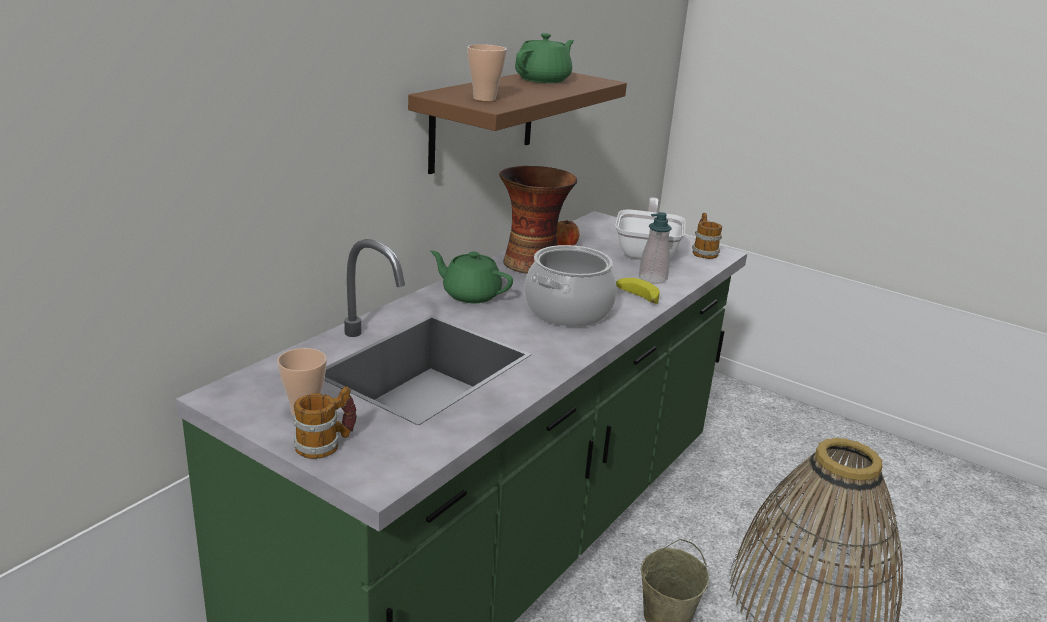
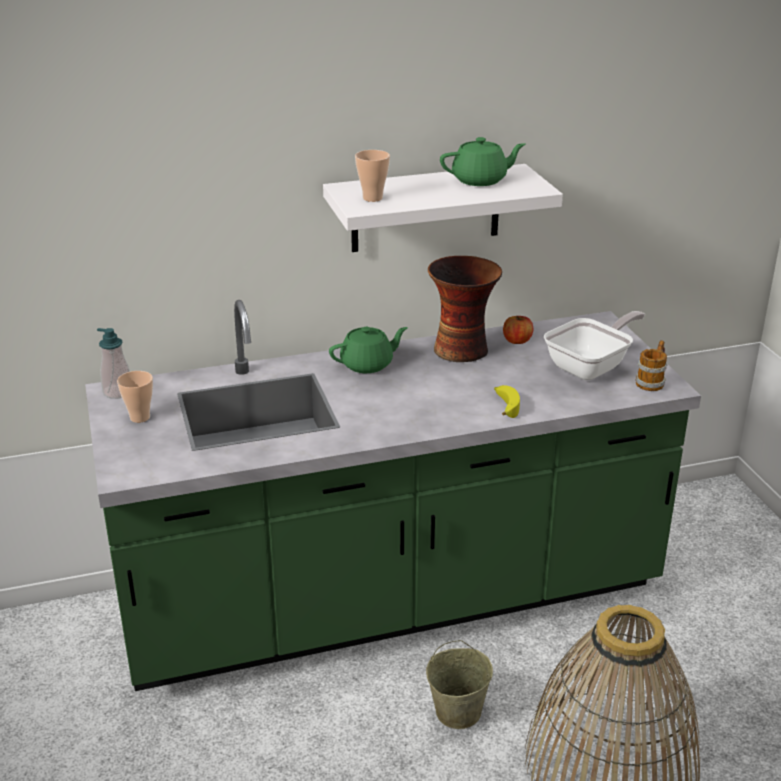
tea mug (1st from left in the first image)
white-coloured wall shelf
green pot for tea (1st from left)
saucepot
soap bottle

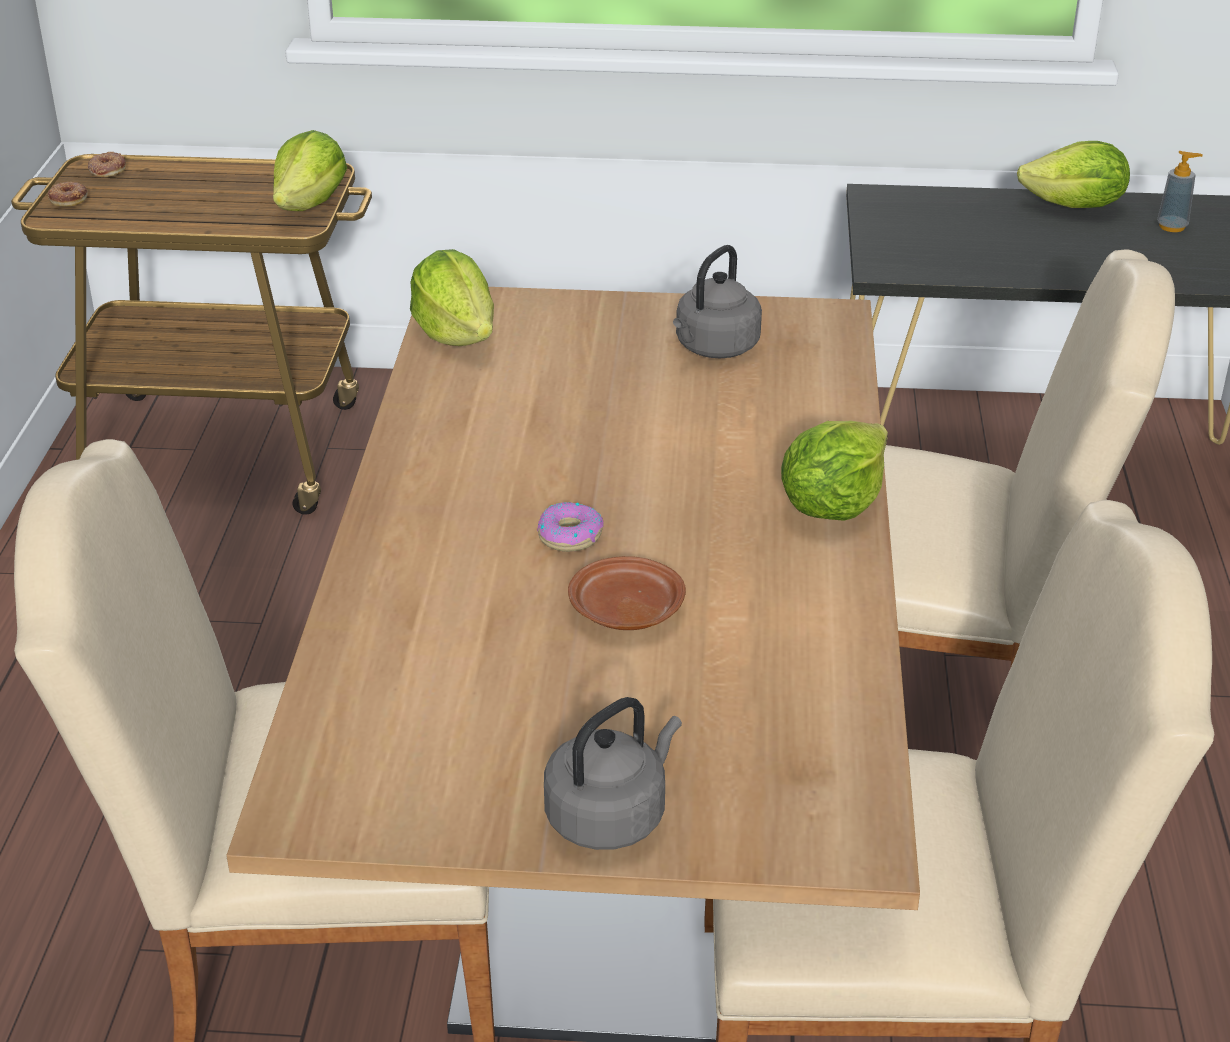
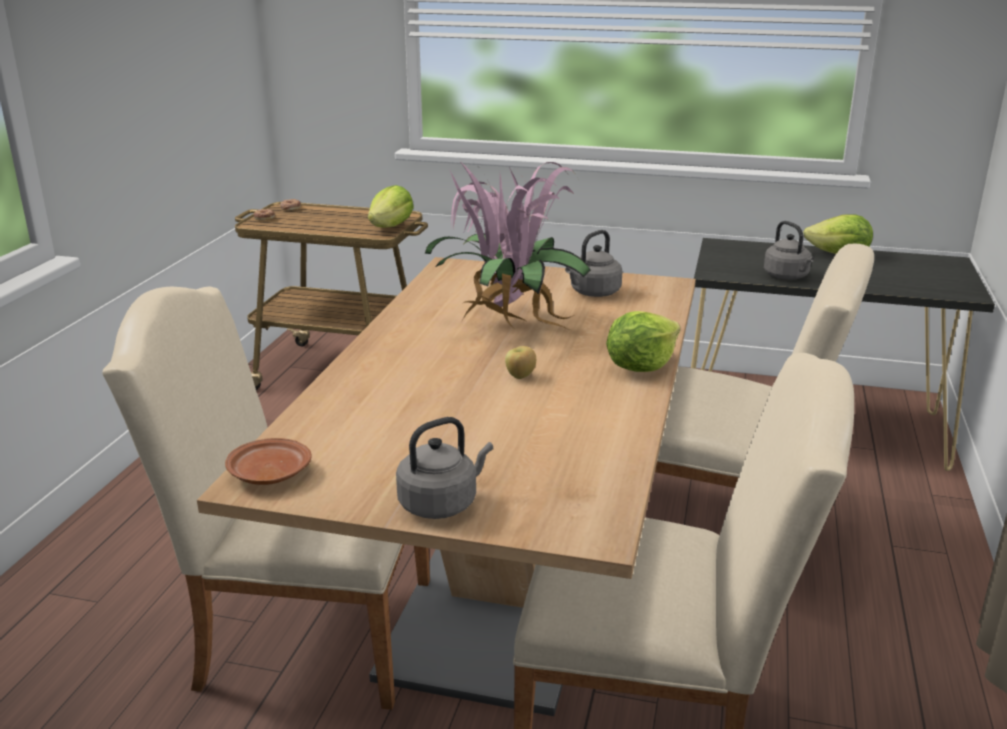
head of lettuce (2nd from left in the first image)
donut (3rd from left in the first image)
brownish dinner plate
soap bottle
potted plant
whole apple
greyish tea kettle (3rd from left)

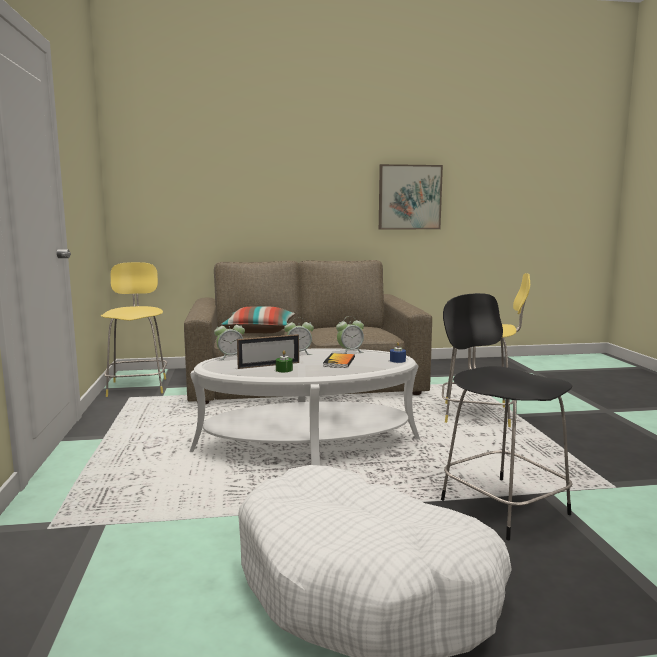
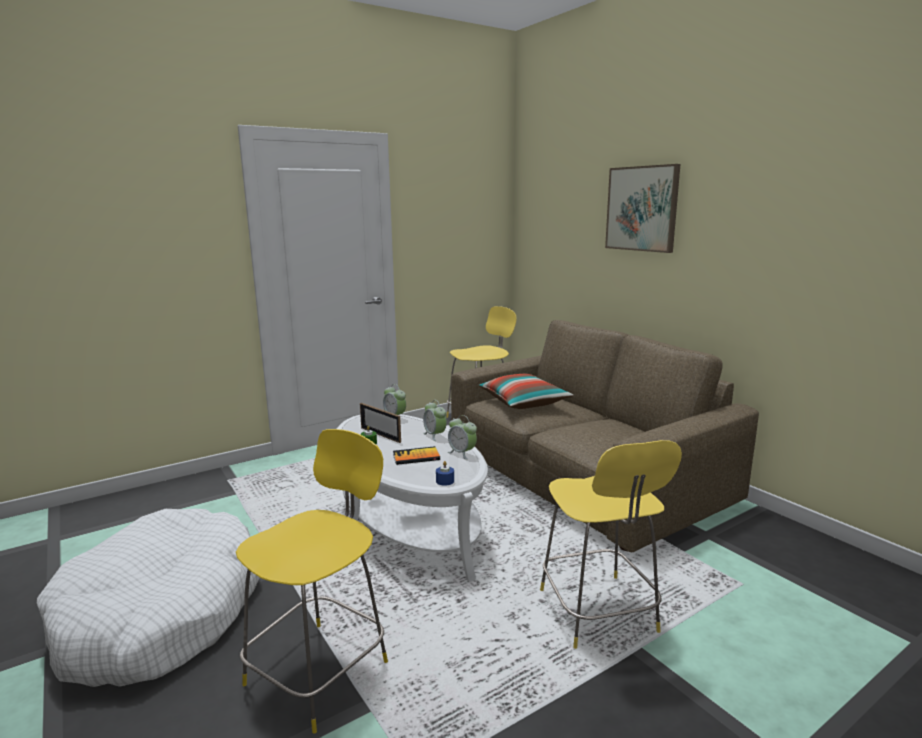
wall picture
yellow stool seat (1st from left)

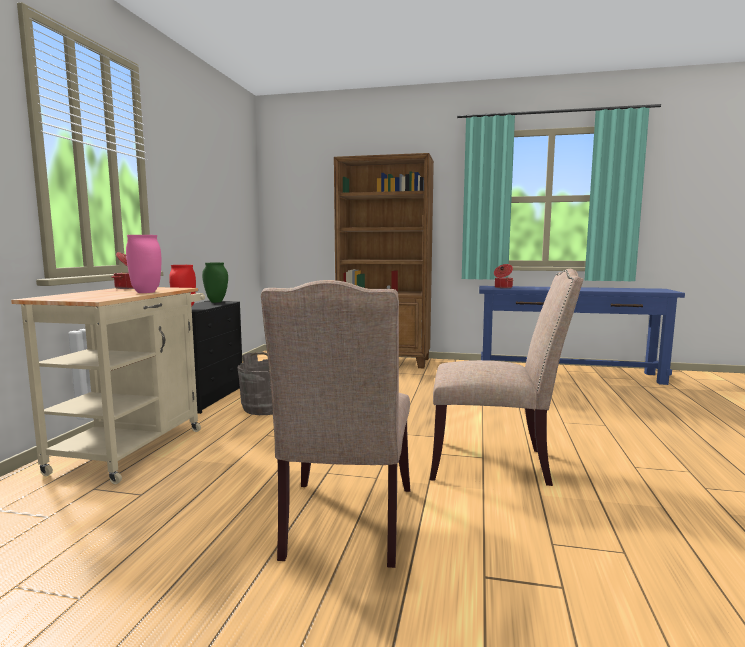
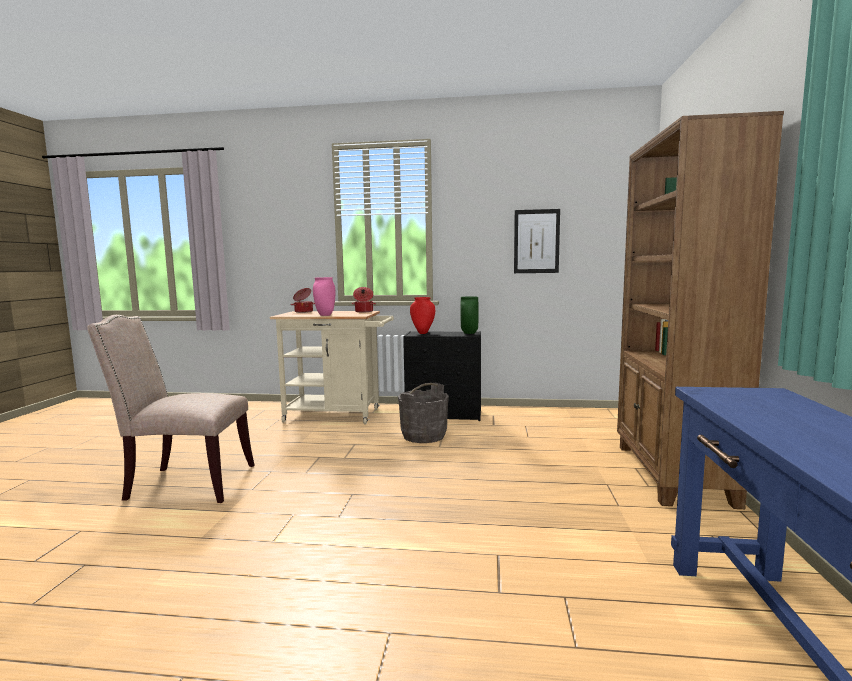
beige upright chair (2nd from left in the first image)
saucepot (1st from left)
wall picture

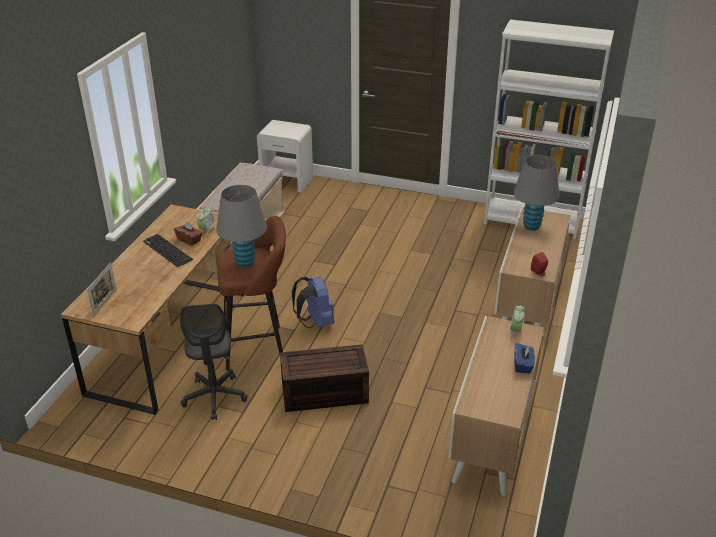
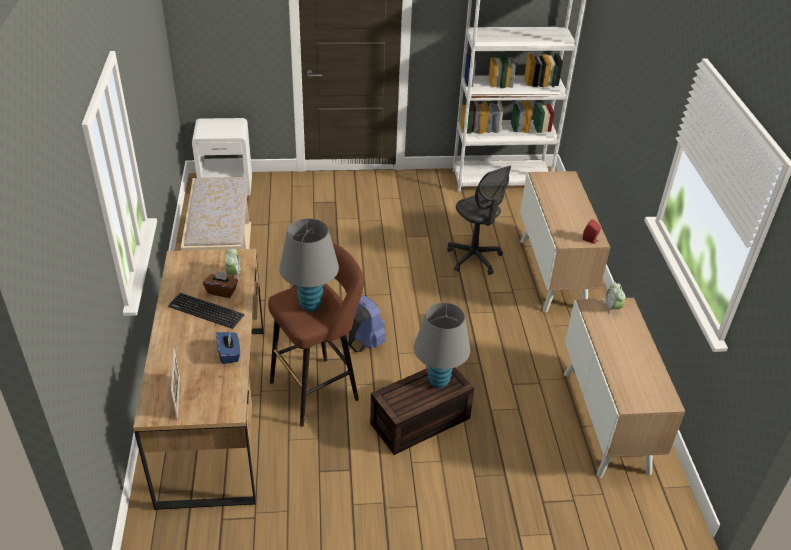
greyish office chair
greyish tabletop lamp (2nd from left)
blue-coloured tissue holder

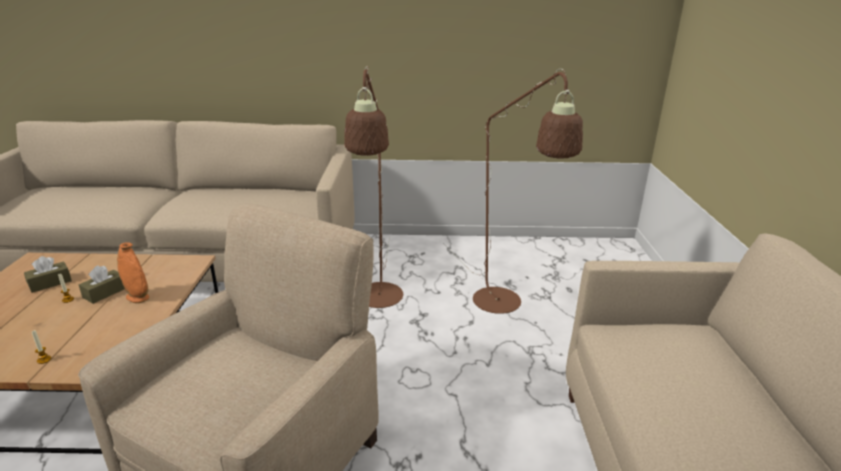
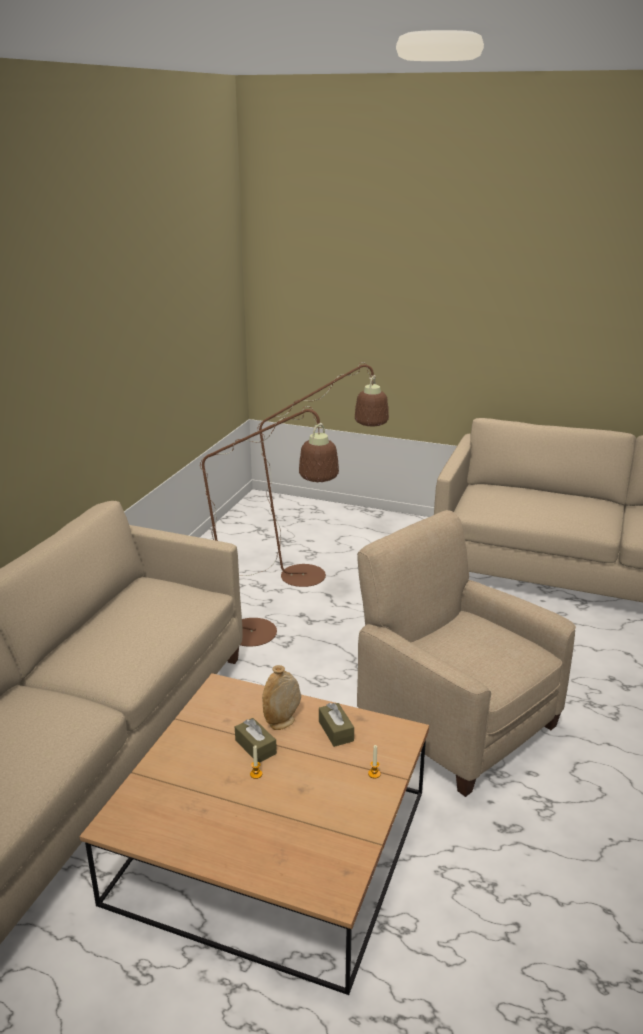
brownish tissue holder (2nd from left)
beige decorative vase

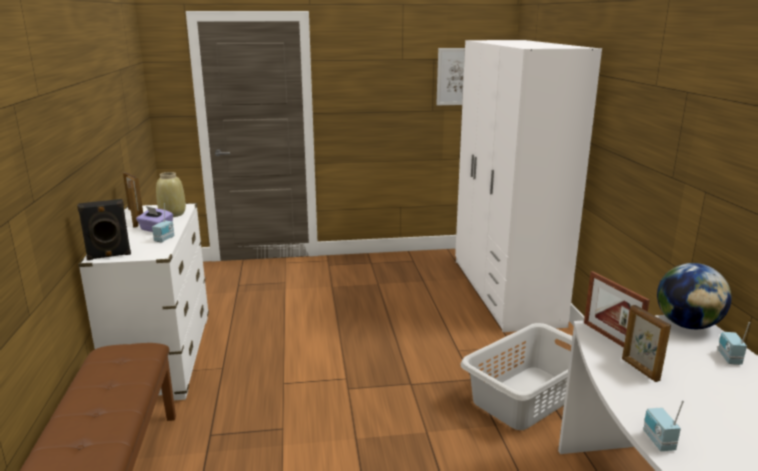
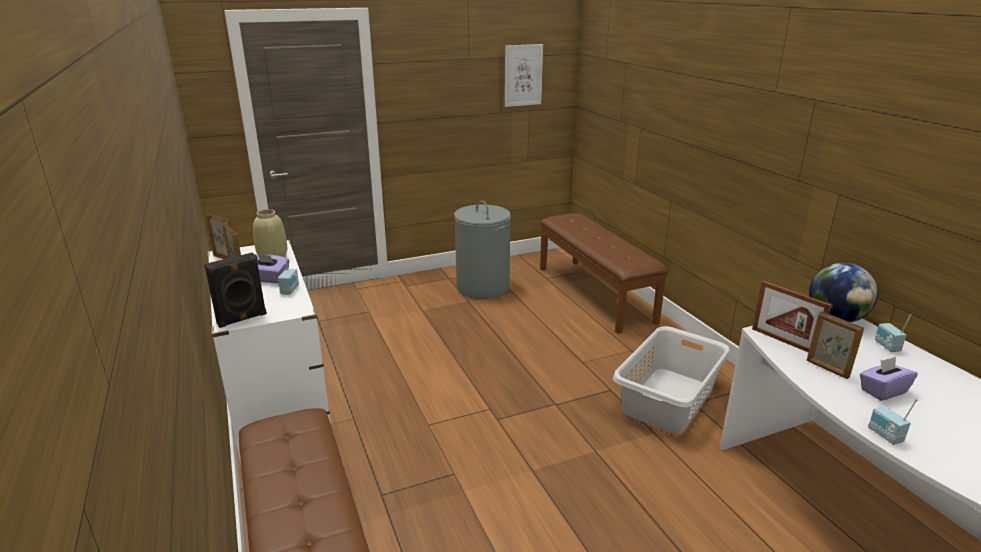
brownish indoor bench (2nd from left)
greyish laundry basket (1st from left)
purple-coloured tissue holder (2nd from left)

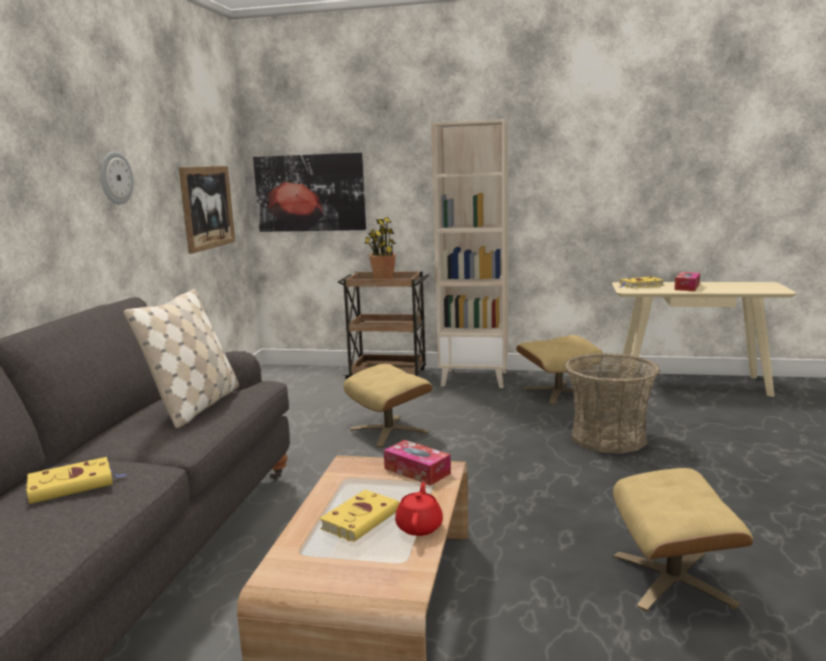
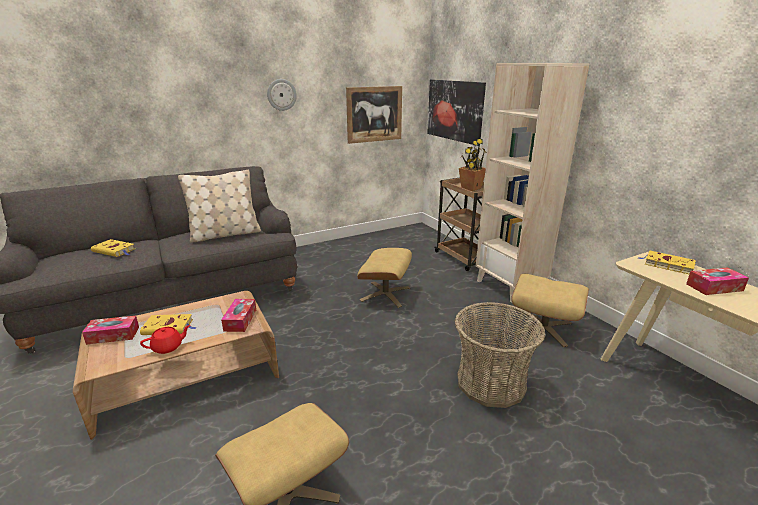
tissue holder (1st from left)

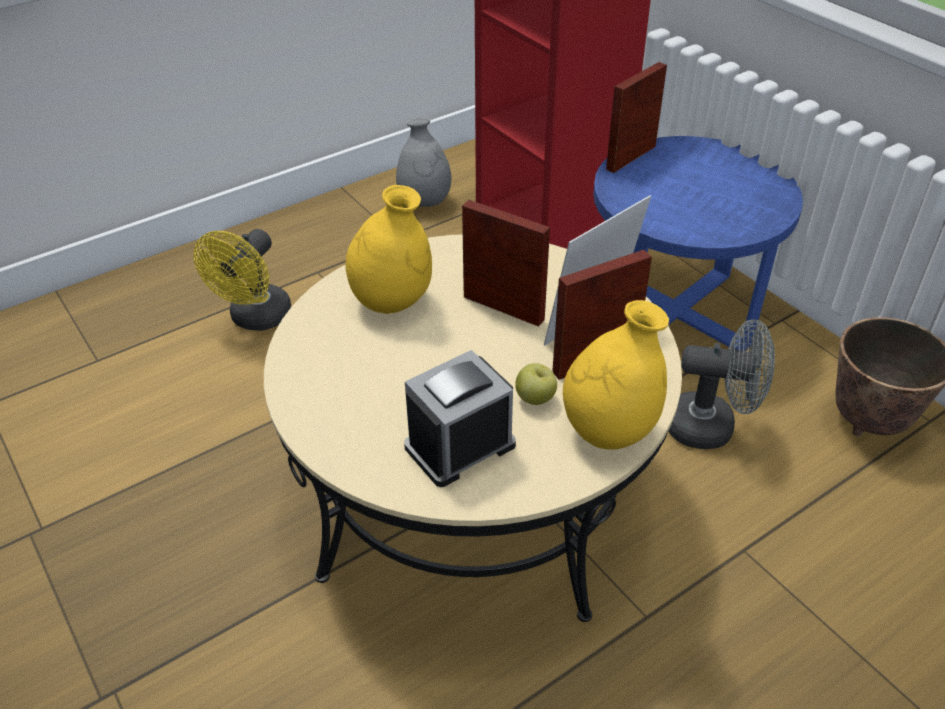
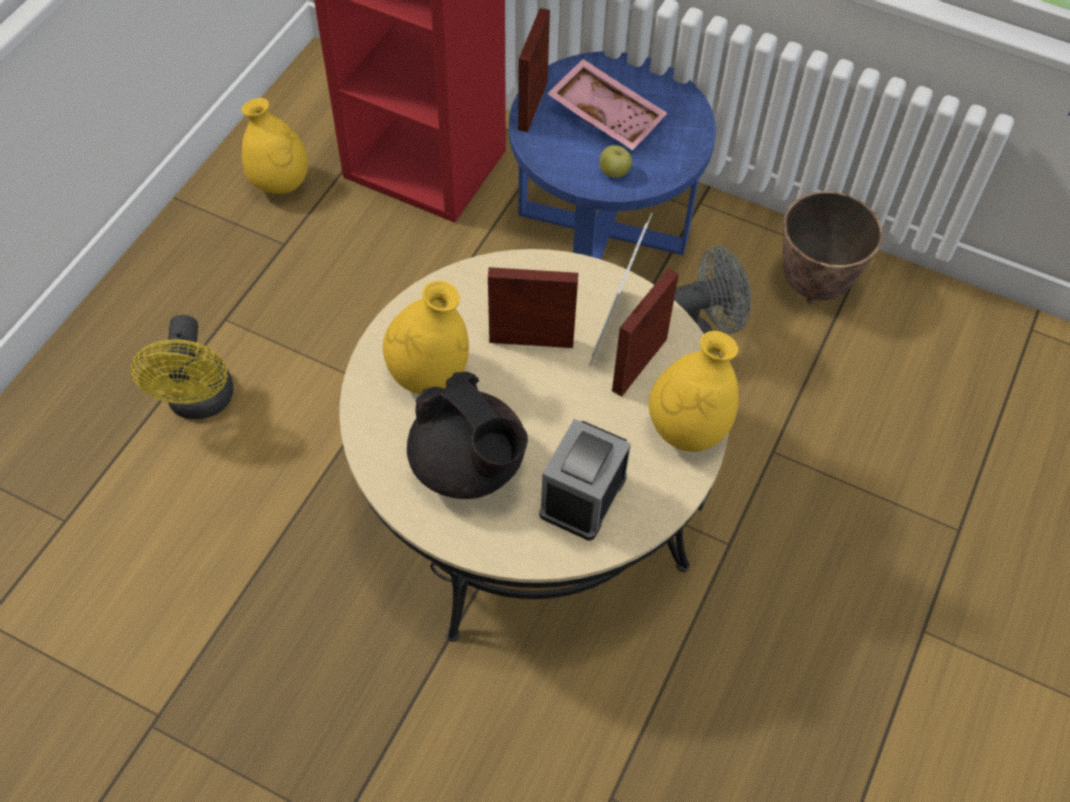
yellow decorative vase (1st from left)
whole apple
black pot for tea
pink serving tray

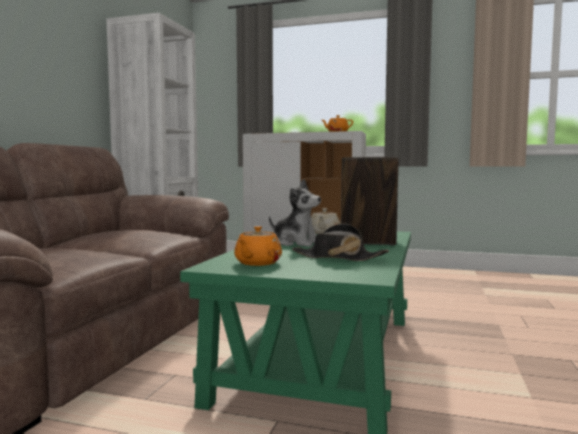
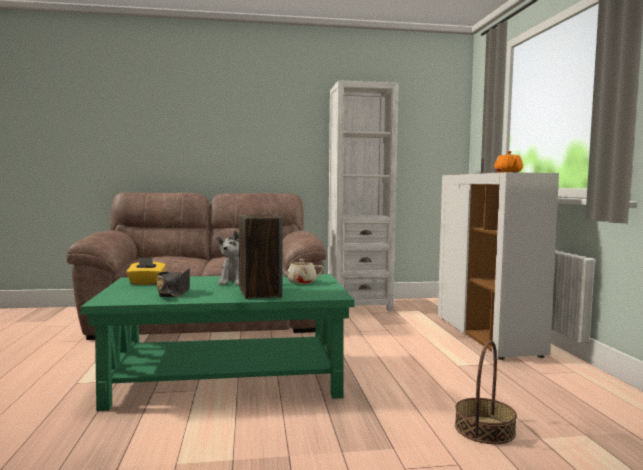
yellow tissue holder
basket

